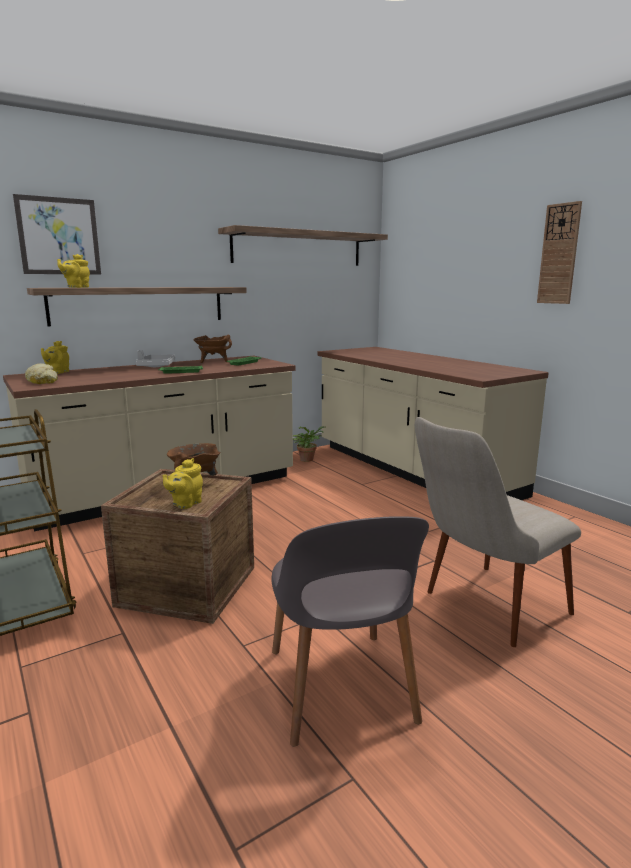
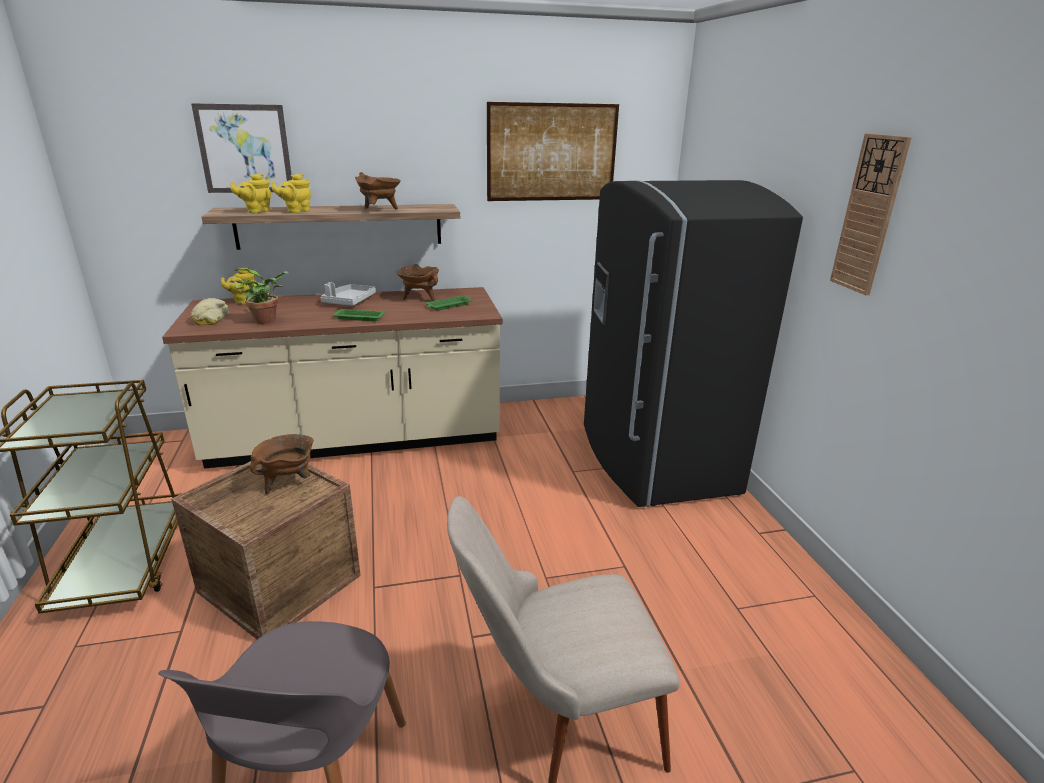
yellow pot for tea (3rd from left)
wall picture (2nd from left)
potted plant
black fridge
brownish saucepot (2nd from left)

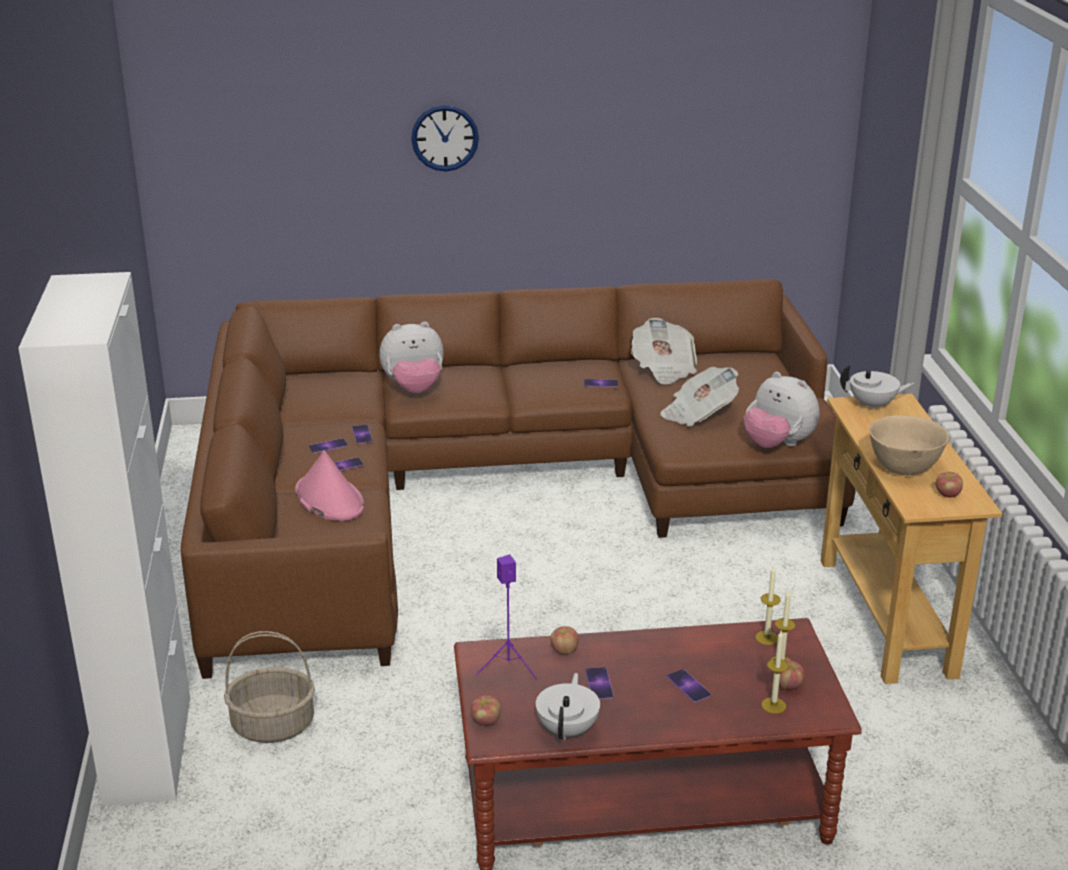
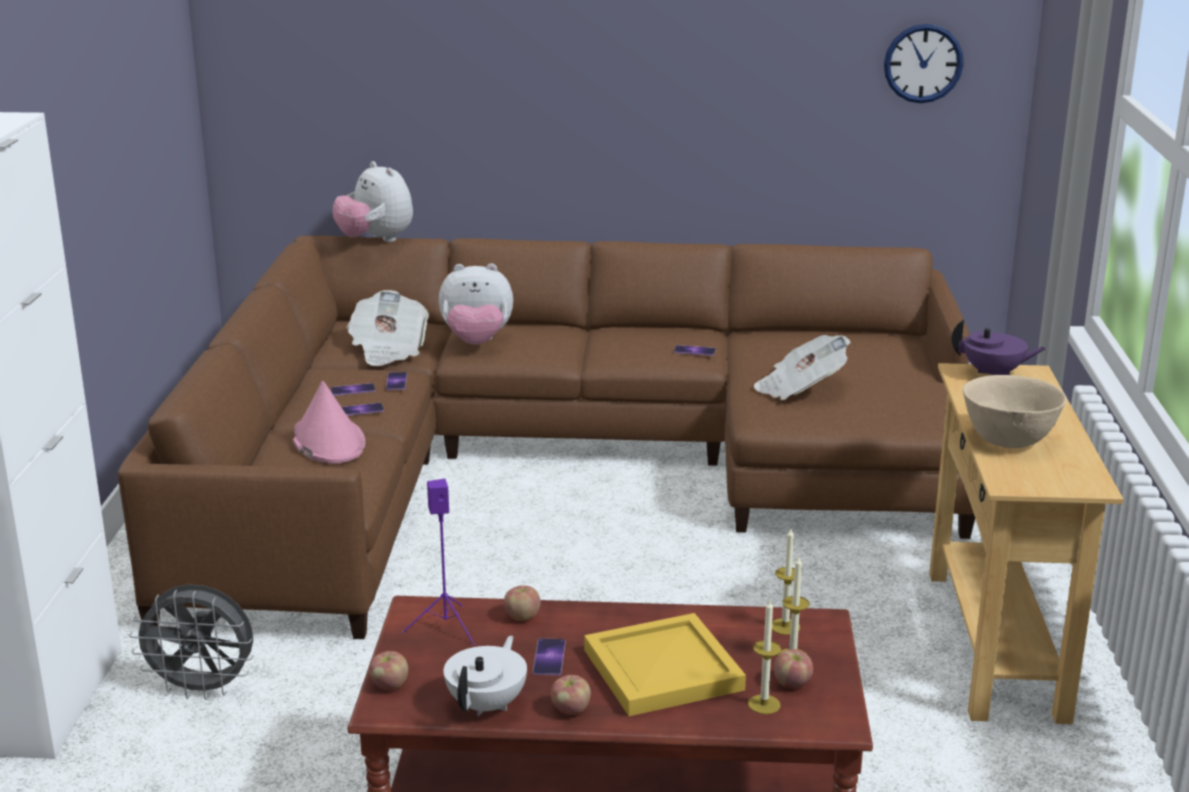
greyish electric fan
wall clock
daily paper (1st from left)
yellow serving tray
soft toy (1st from left)
purple-coloured pot for tea
whole apple (3rd from left)

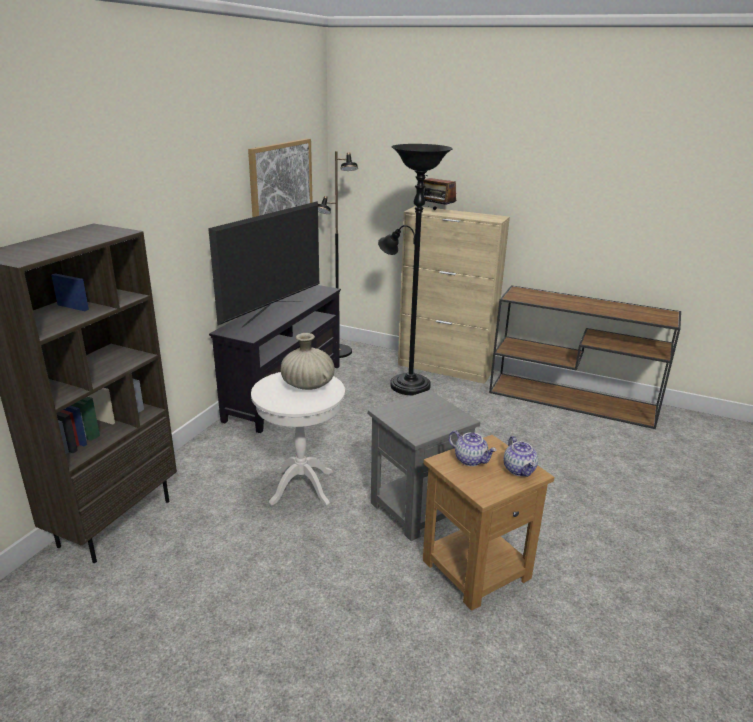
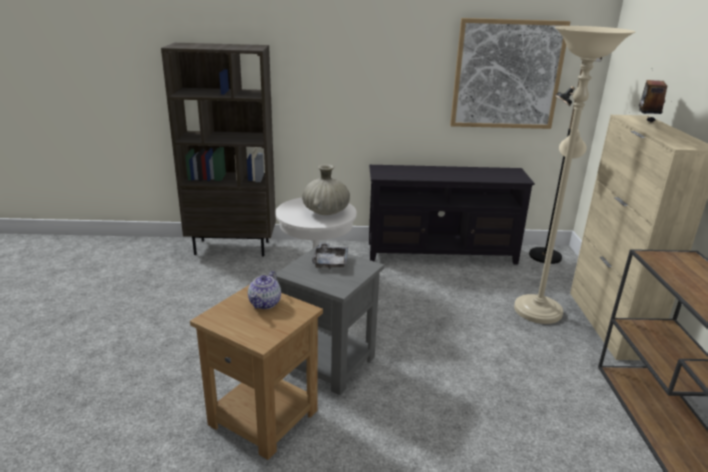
TV
beige floor lamp
pot for tea (2nd from left in the first image)
greyish serving tray

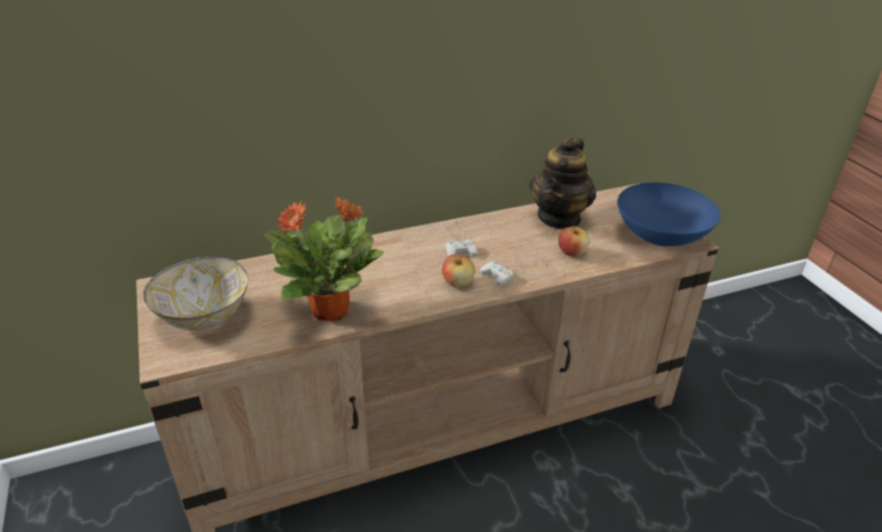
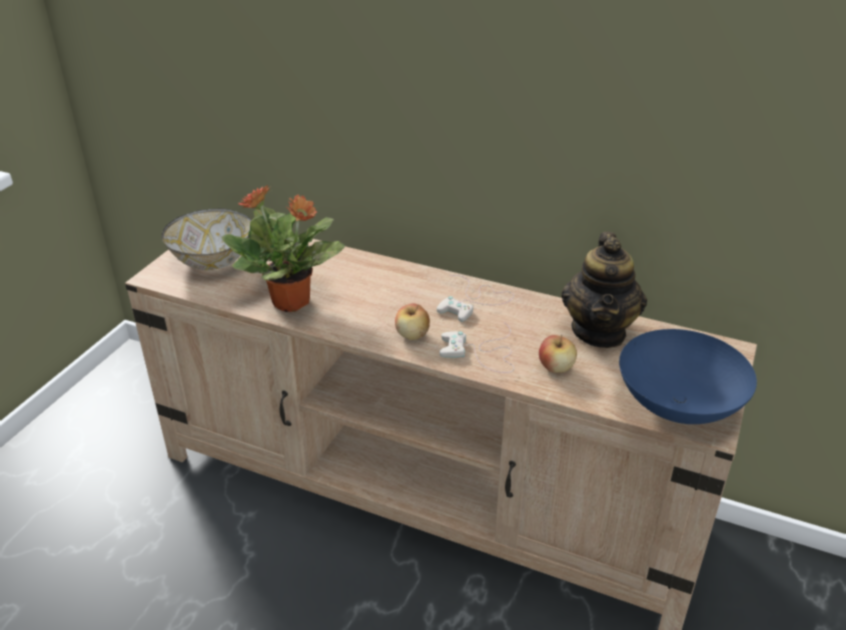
pot for tea

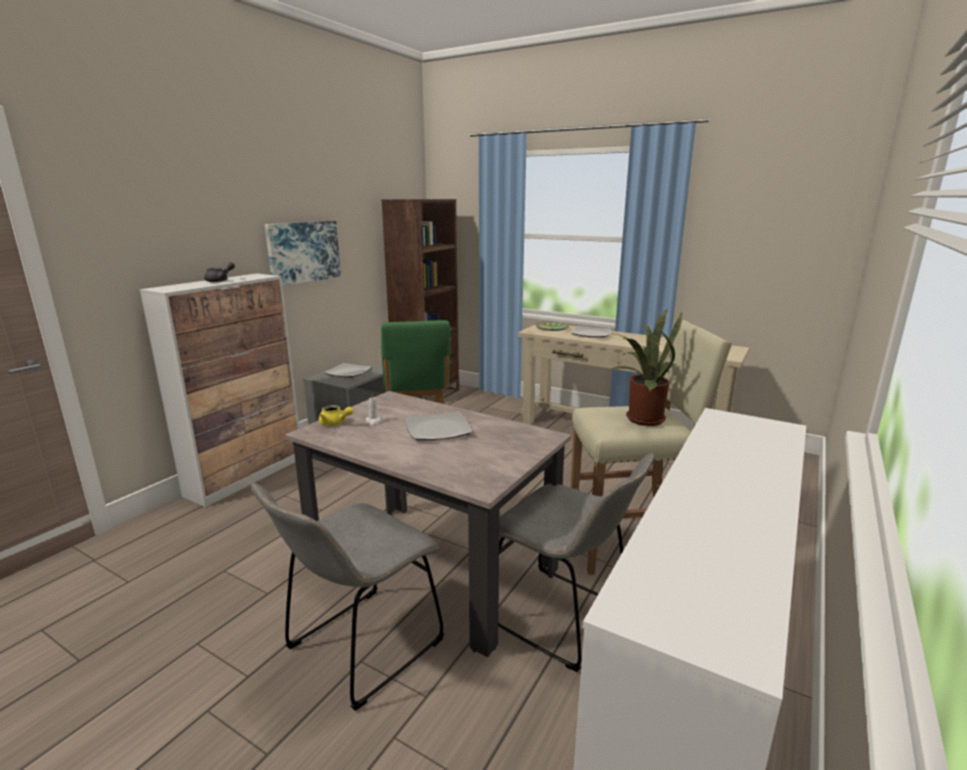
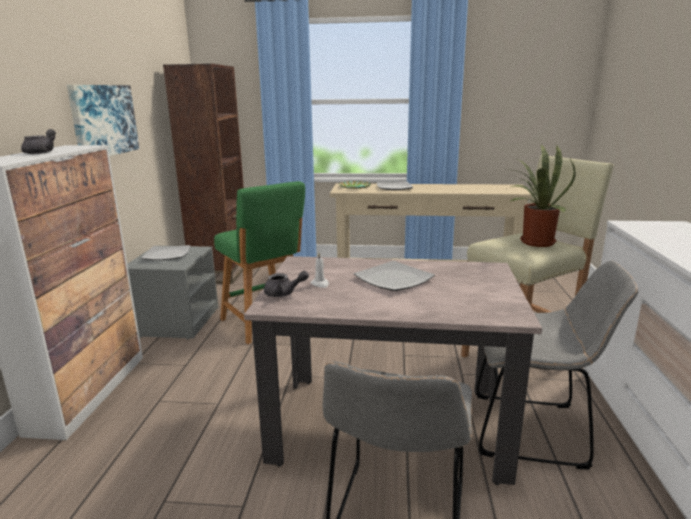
greyish pot for tea (2nd from left)

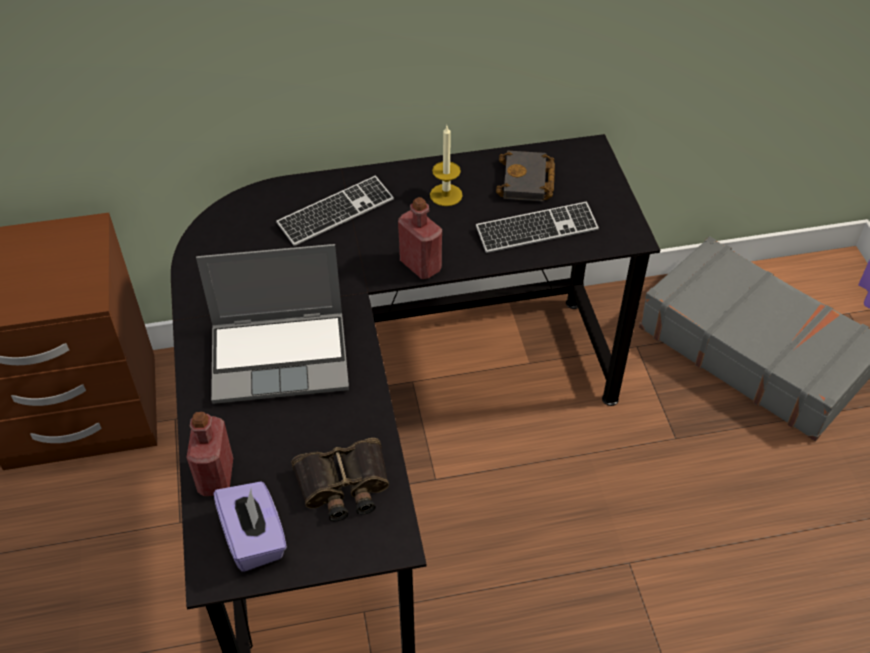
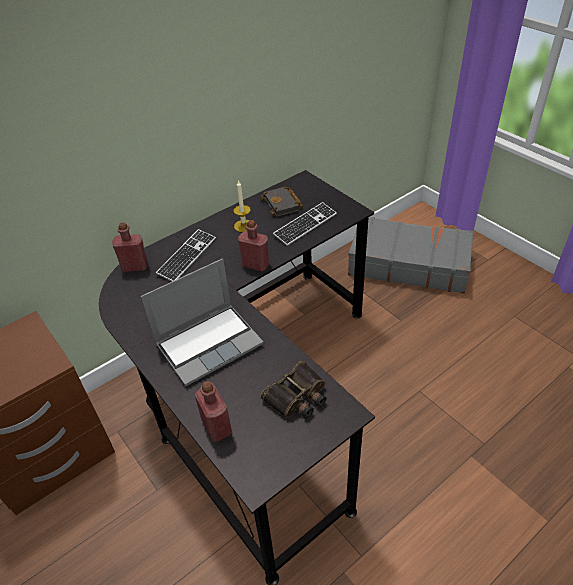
purple-coloured tissue holder
red drink bottle (1st from left)

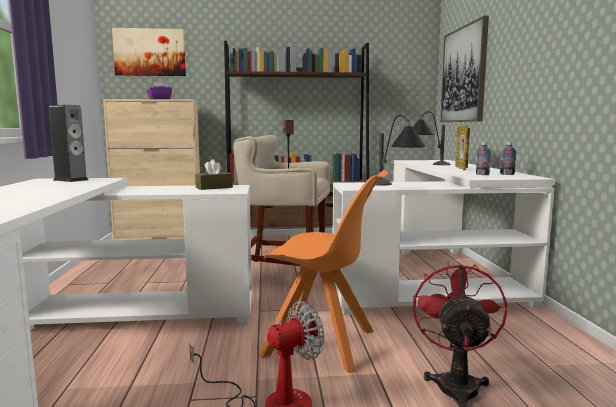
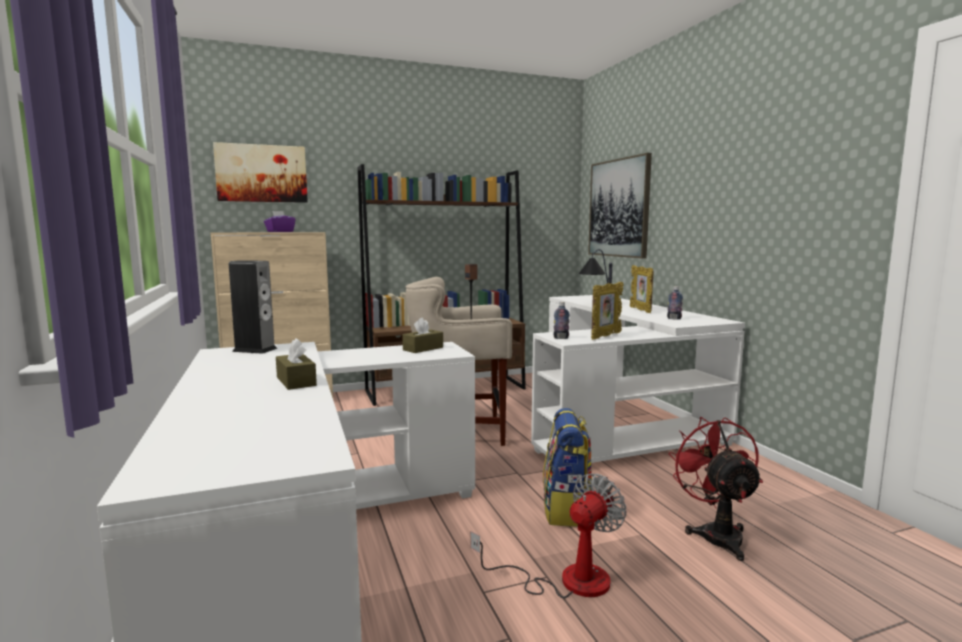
rucksack
standing frame (1st from left)
drink bottle (1st from left)
brownish tissue holder (1st from left)

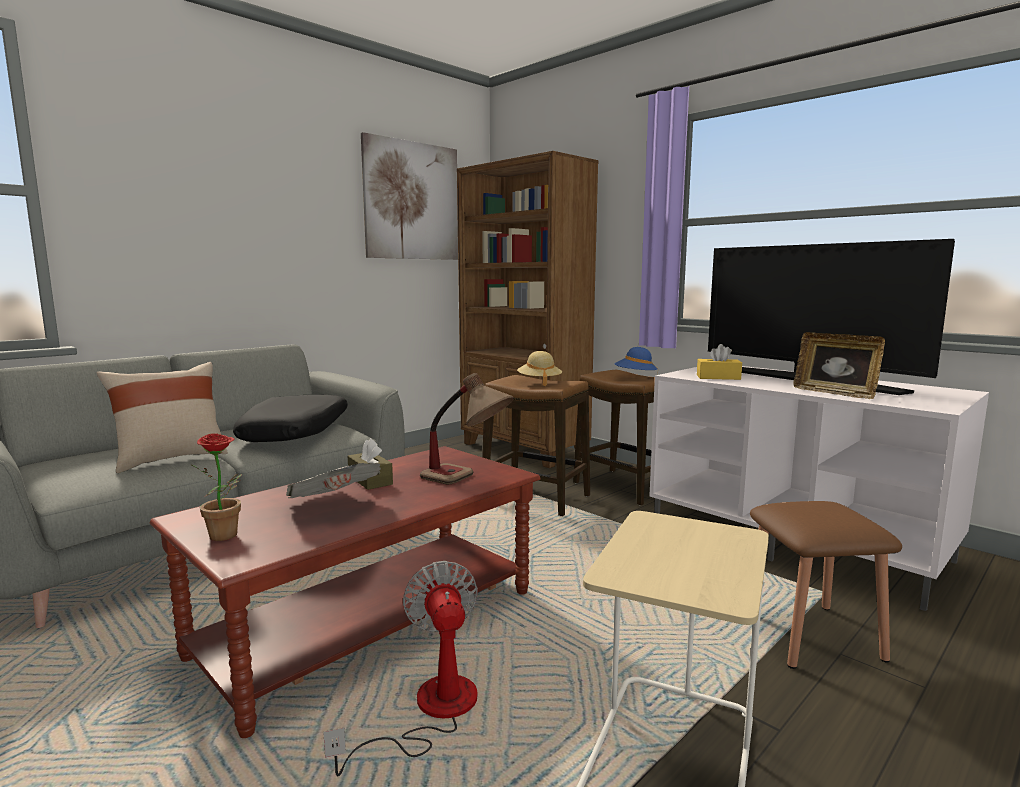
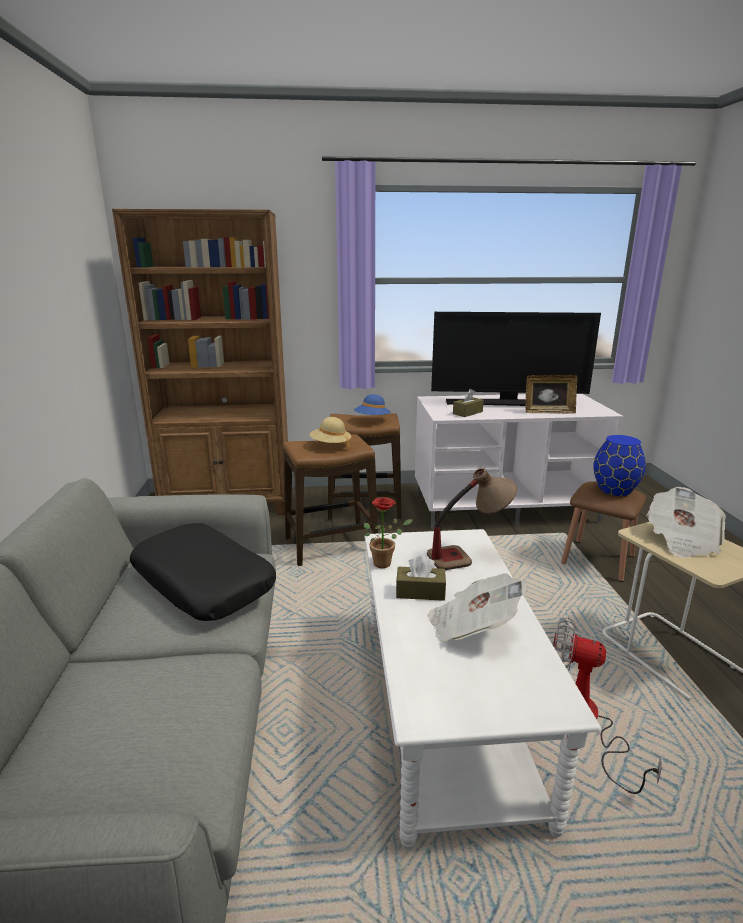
beige throw pillow
white-coloured lounge table
potted plant
wall picture
brownish tissue holder (2nd from left)
blue-coloured decorative vase
daily paper (2nd from left)

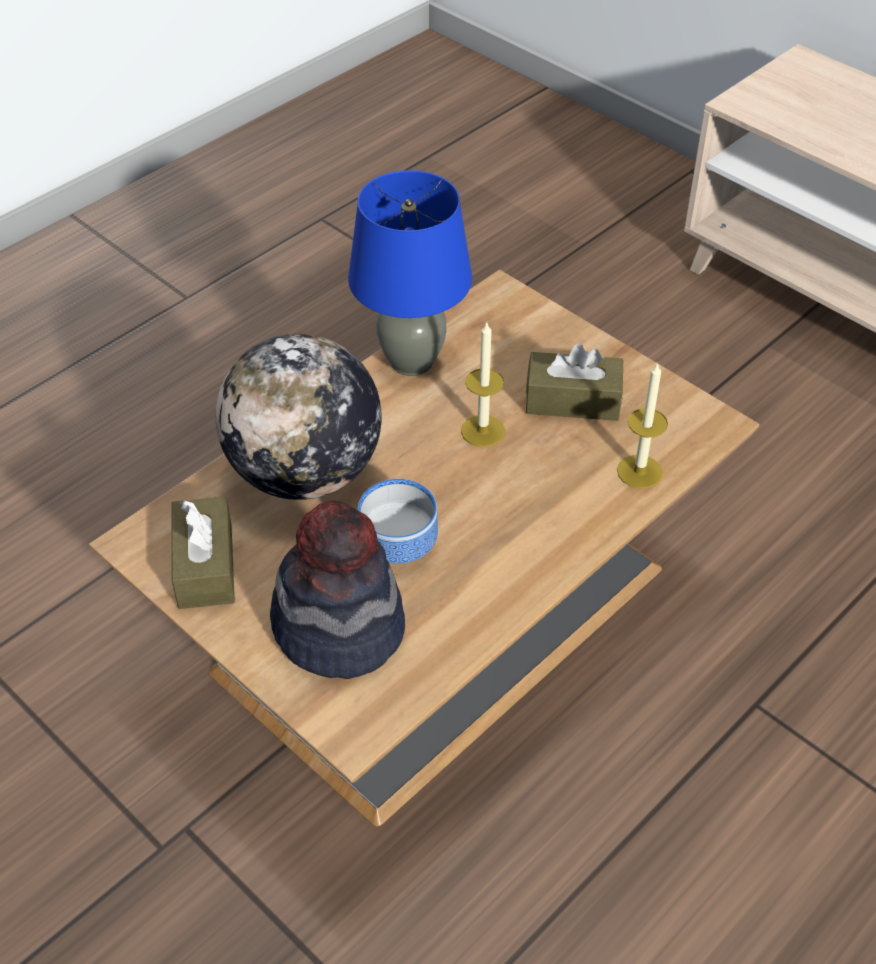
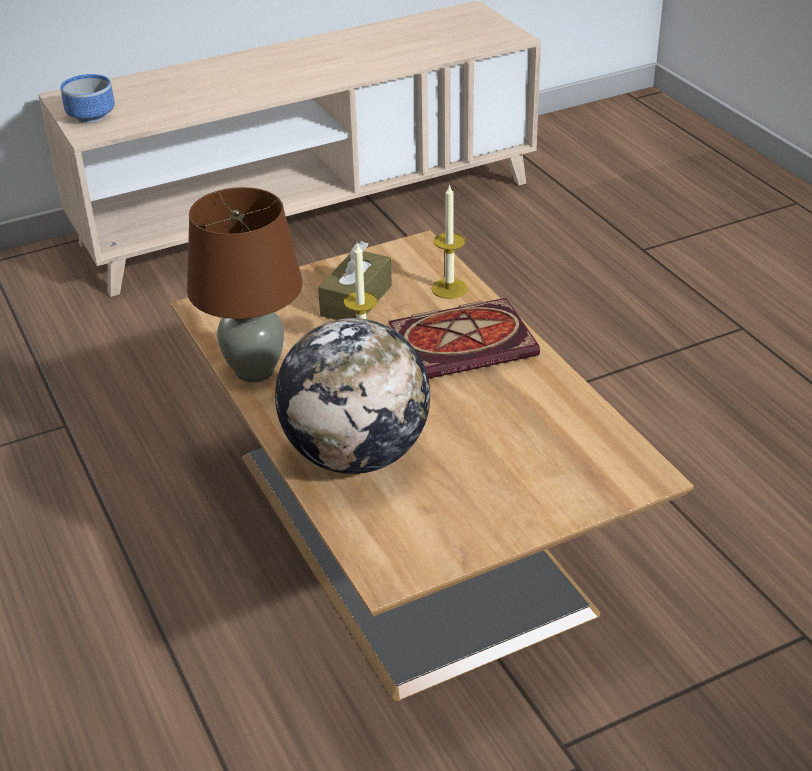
brownish tissue holder (1st from left in the first image)
hat
brownish tabletop lamp
deep dish
book

